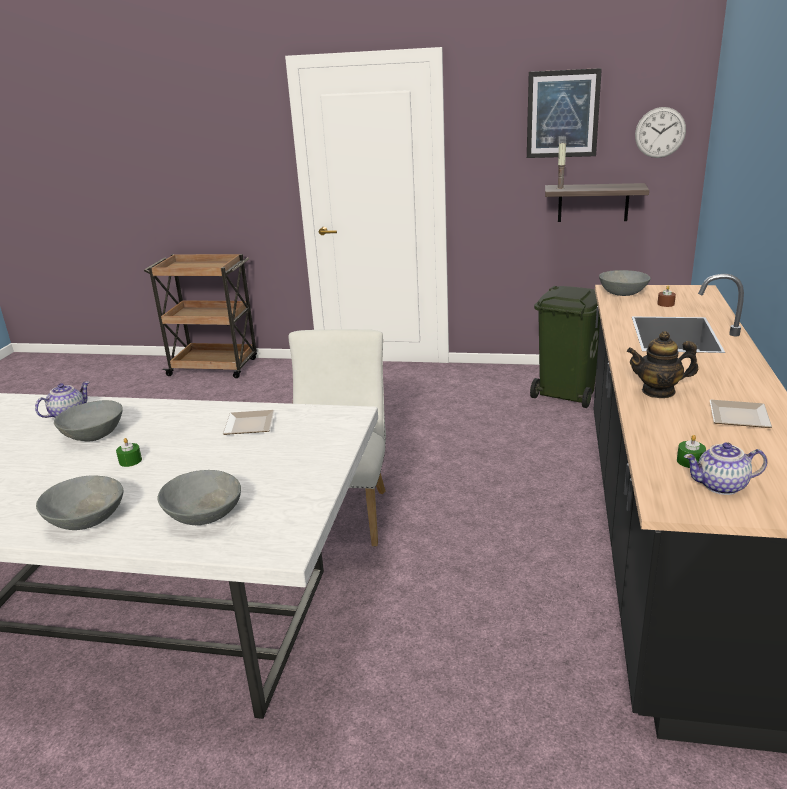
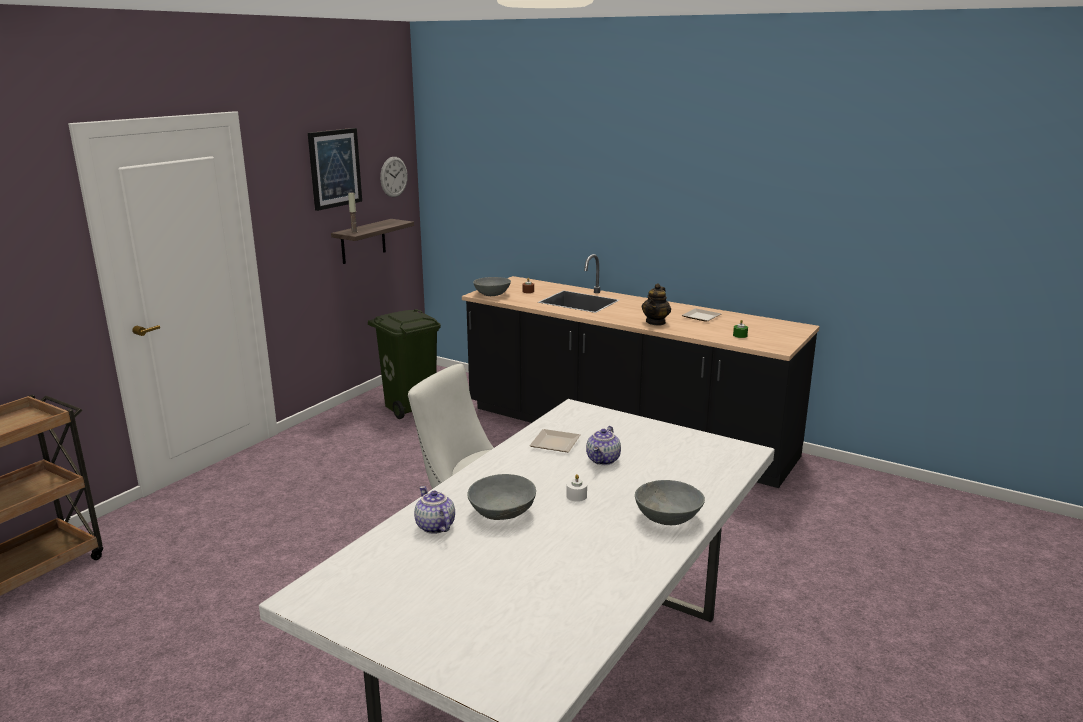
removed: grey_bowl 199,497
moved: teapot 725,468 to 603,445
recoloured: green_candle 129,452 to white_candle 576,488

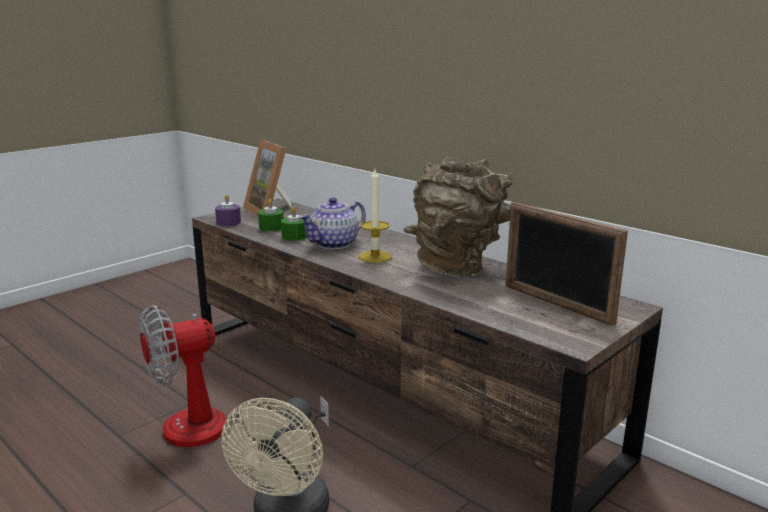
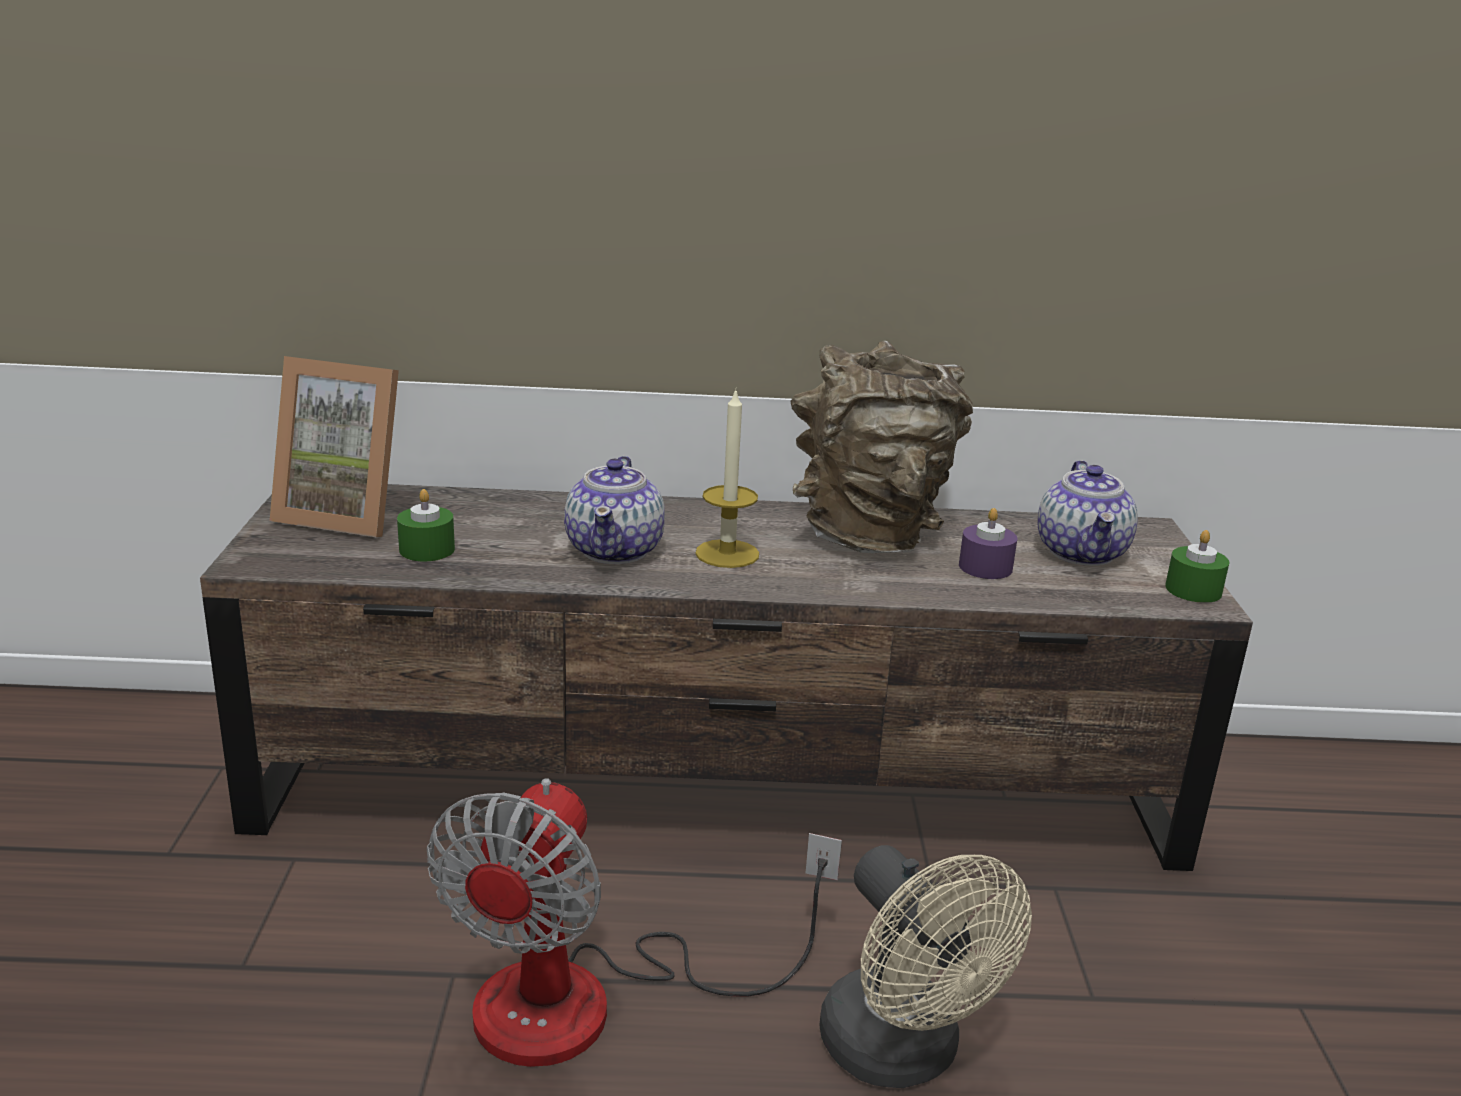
moved: purple_candle 228,210 to 988,543; green_candle 294,224 to 1197,566
replaced: picture_frame 567,264 to teapot 1088,513

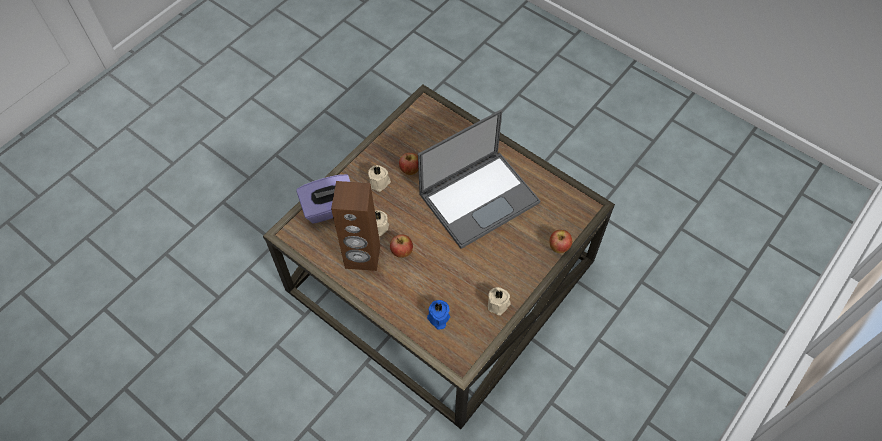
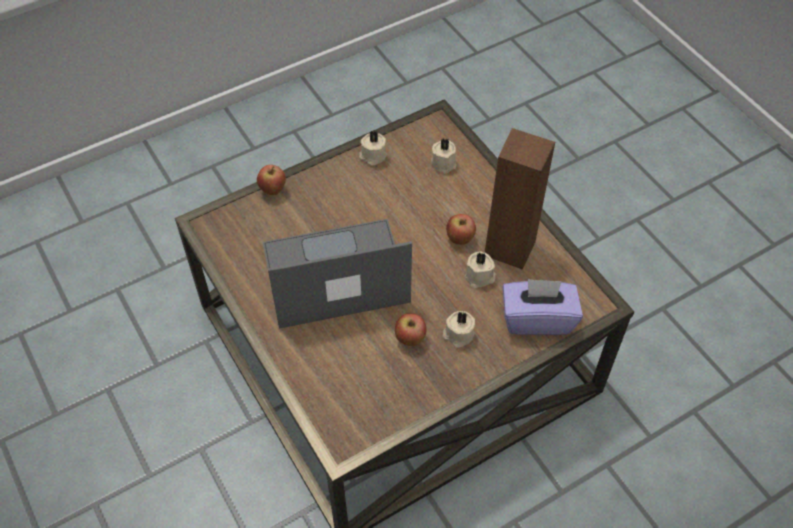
recoloured: blue_candle 438,314 to beige_candle 444,155

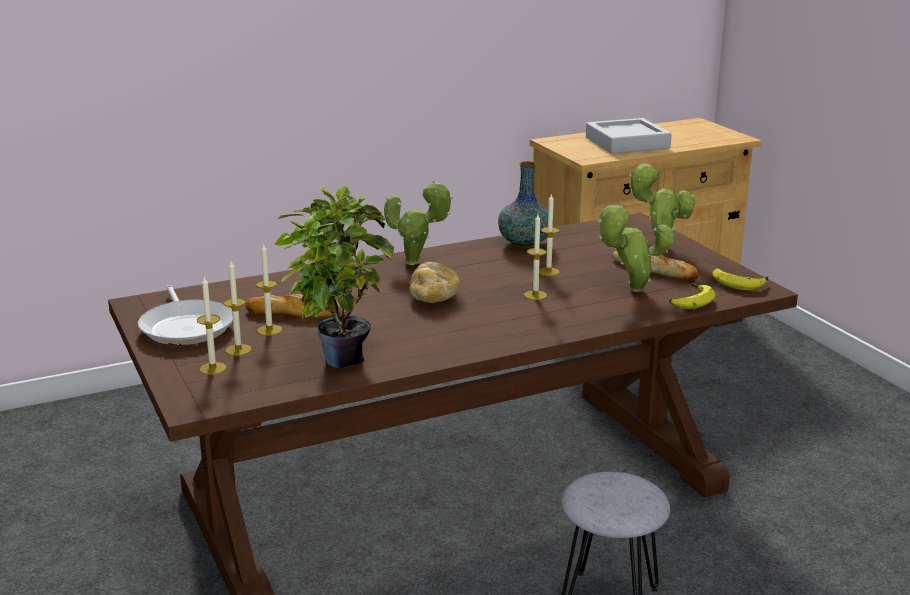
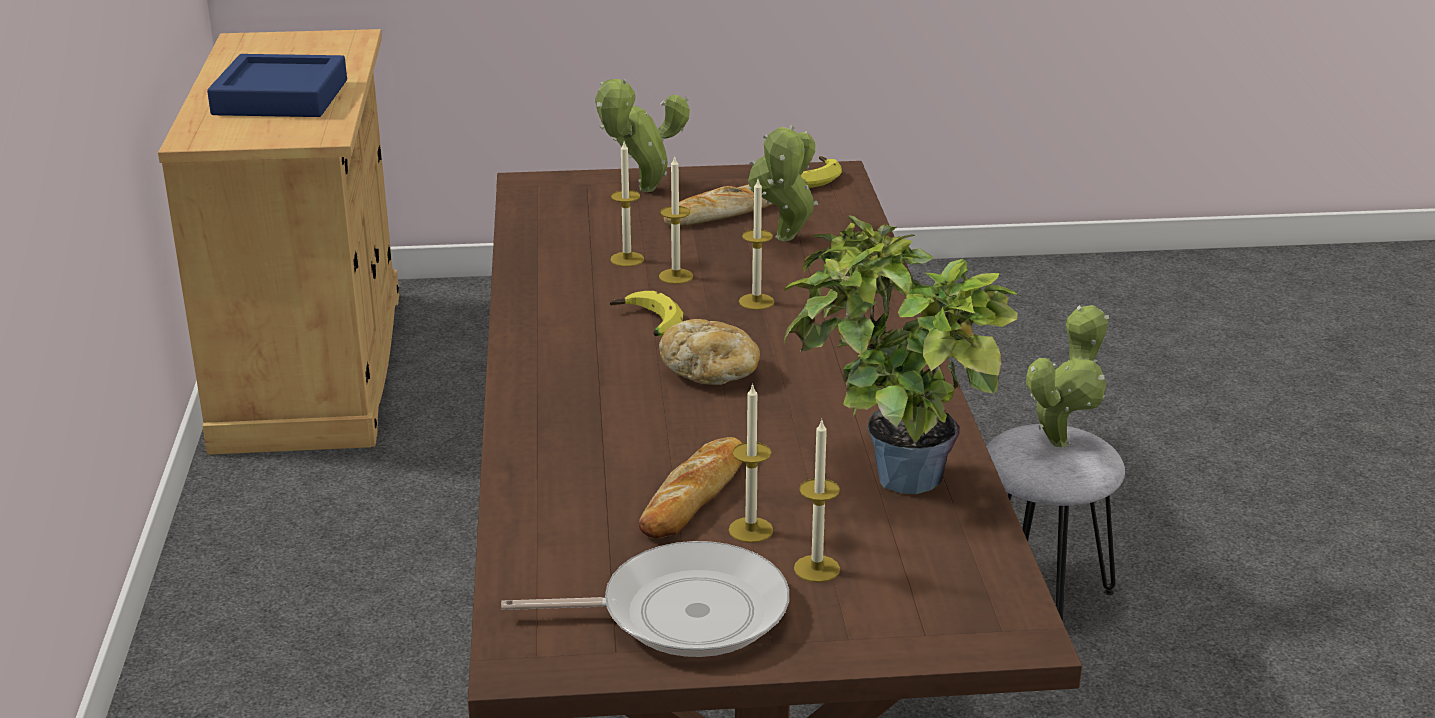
removed: vase 523,204
moved: potted_plant 418,222 to 1067,376; candle 212,325 to 627,204; banana 692,296 to 646,313
recoloured: grey_tray 629,136 to blue_tray 277,85

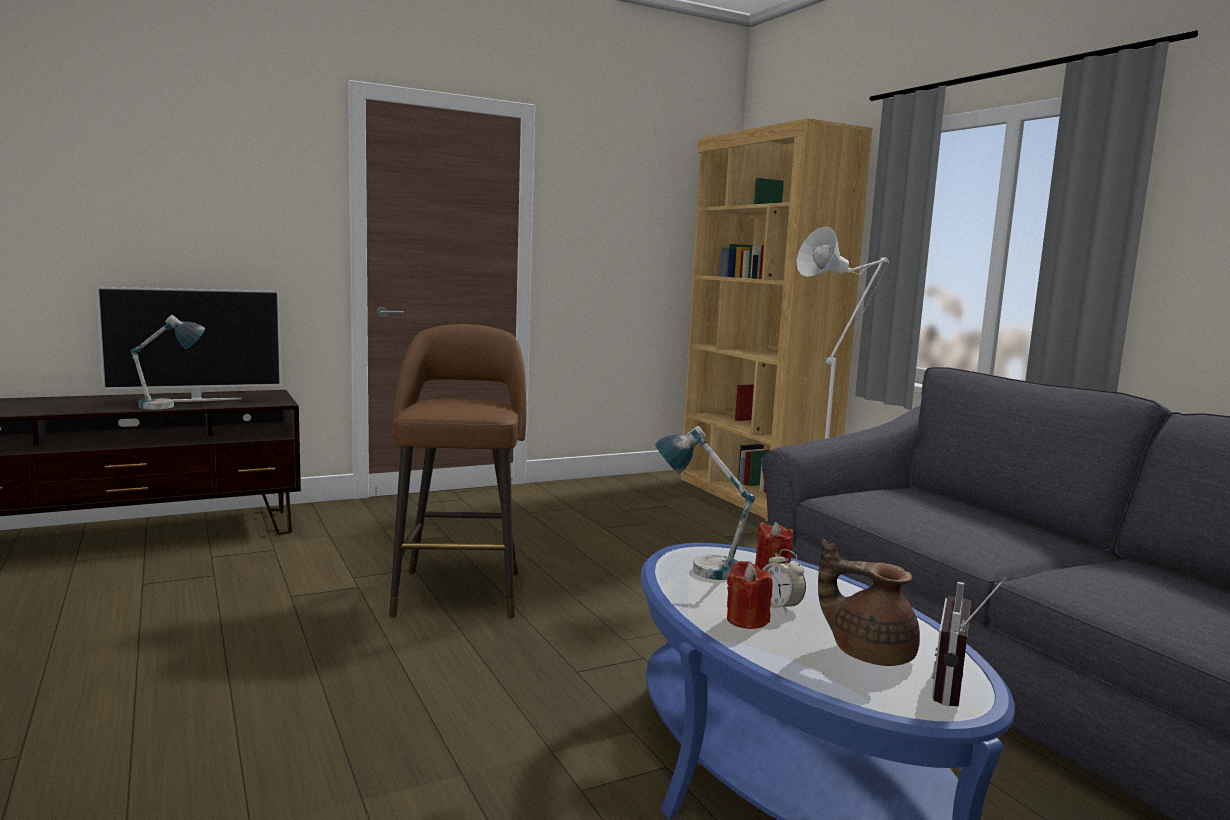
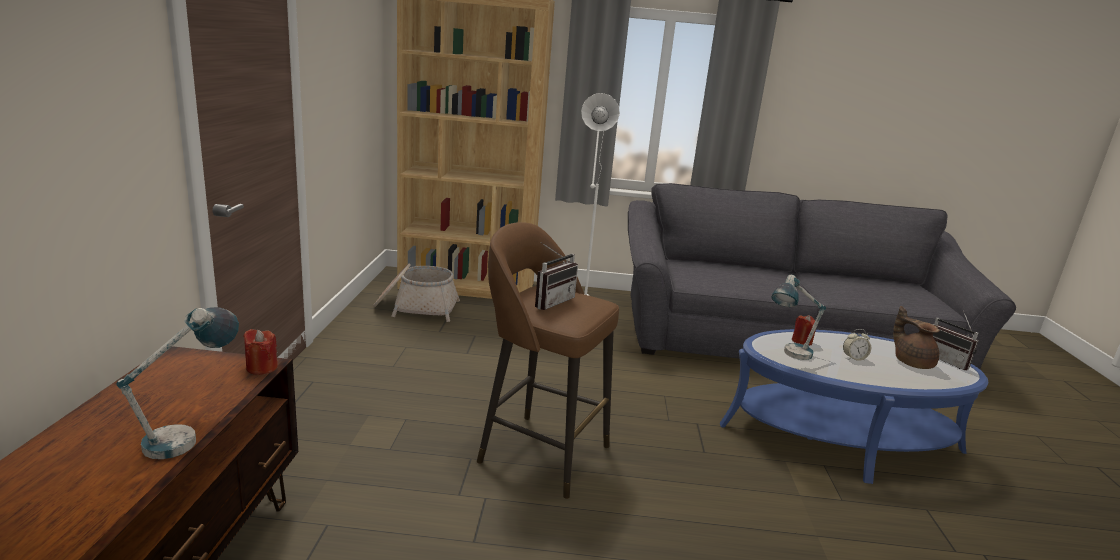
removed: television 189,344
added: radio 556,276; basket 416,293
moved: red_candle 750,595 to 260,352
turned: brown_teapot 869,602 = 916,337 90 degrees clockwise

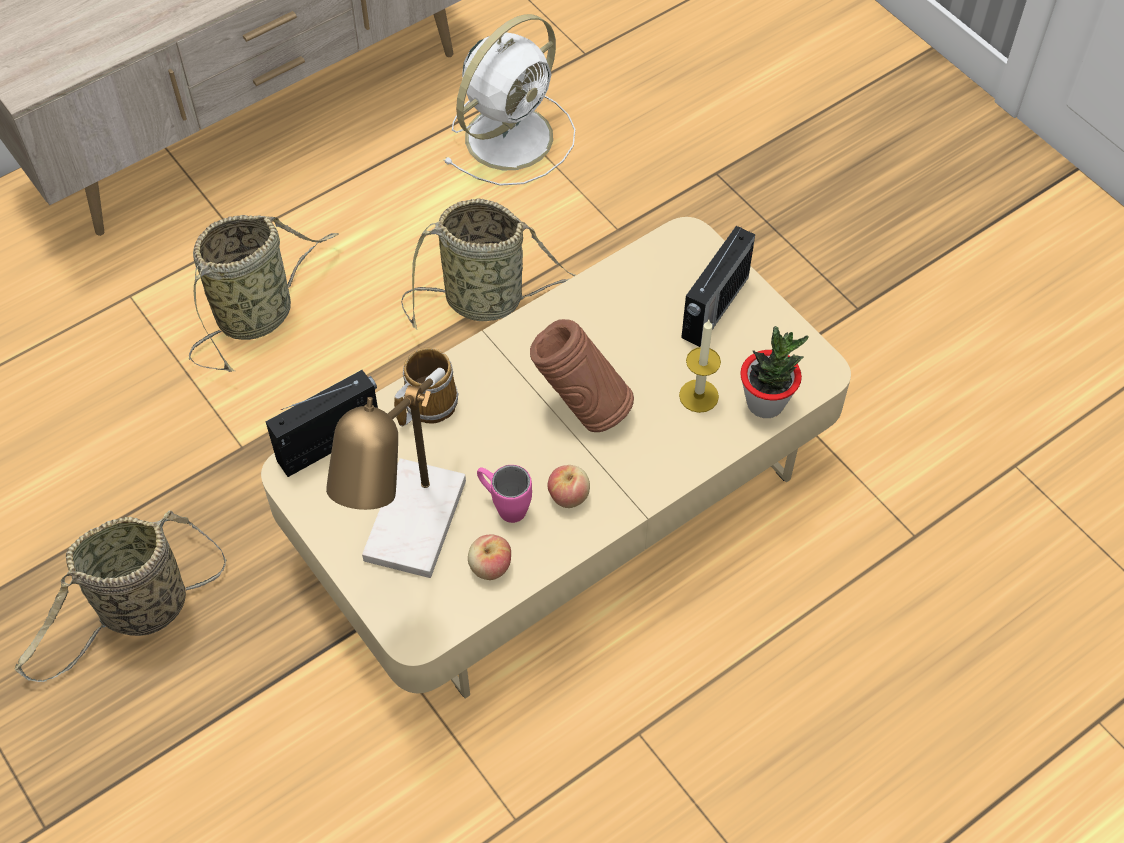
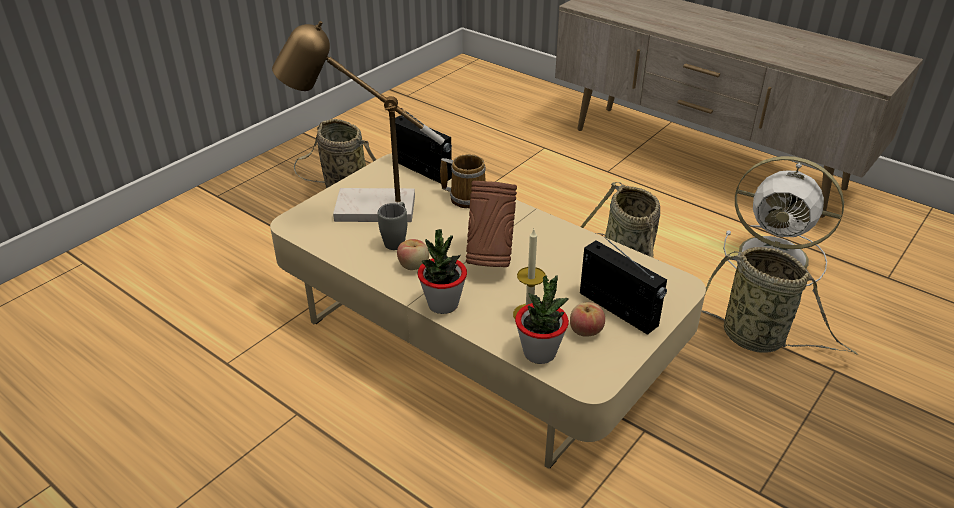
added: potted_plant 442,271
moved: basket 264,293 to 779,301; apple 489,557 to 587,319
recoloured: pink_mug 504,494 to grey_mug 392,226
turned: radio 718,286 = 623,285 150 degrees counterclockwise

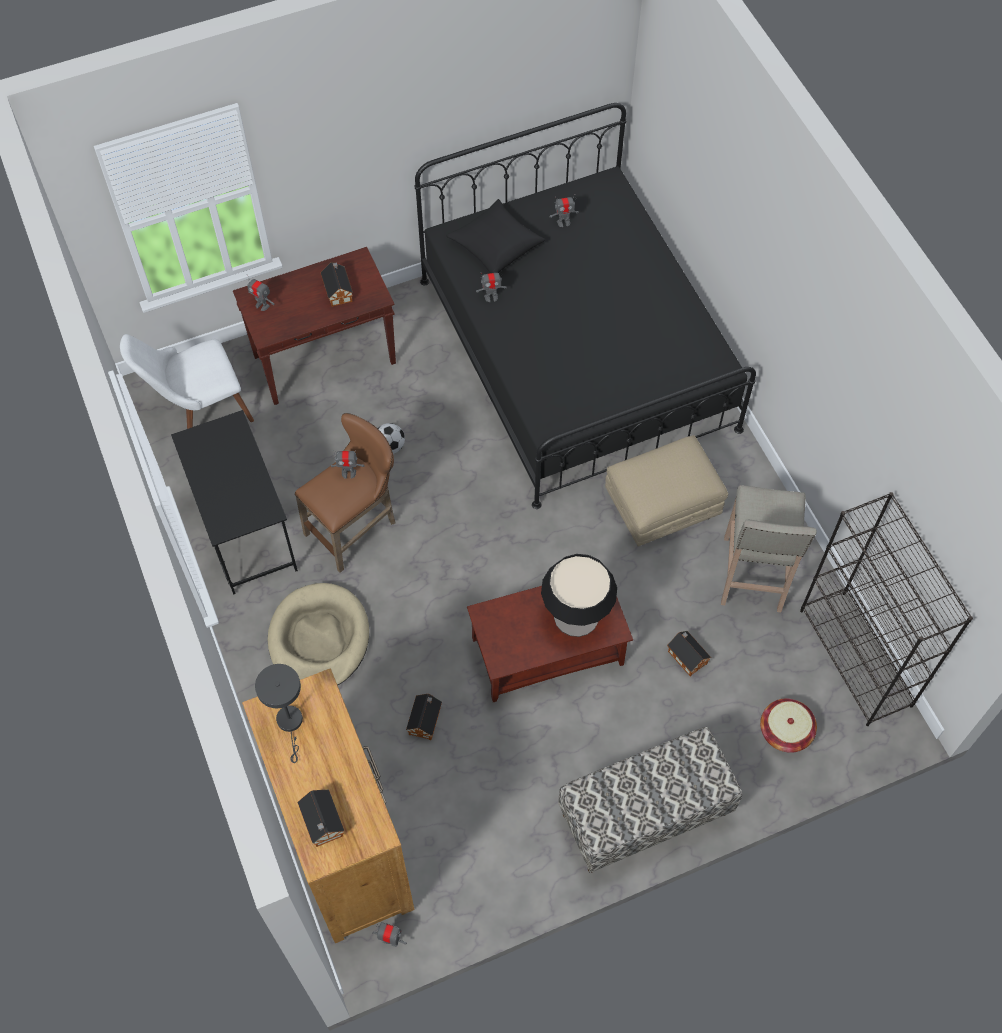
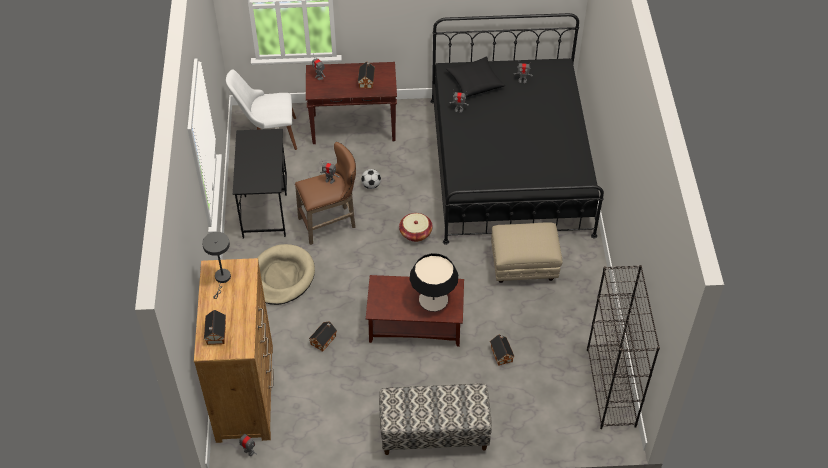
removed: beige_stool 768,548
moved: basket 788,725 to 416,227

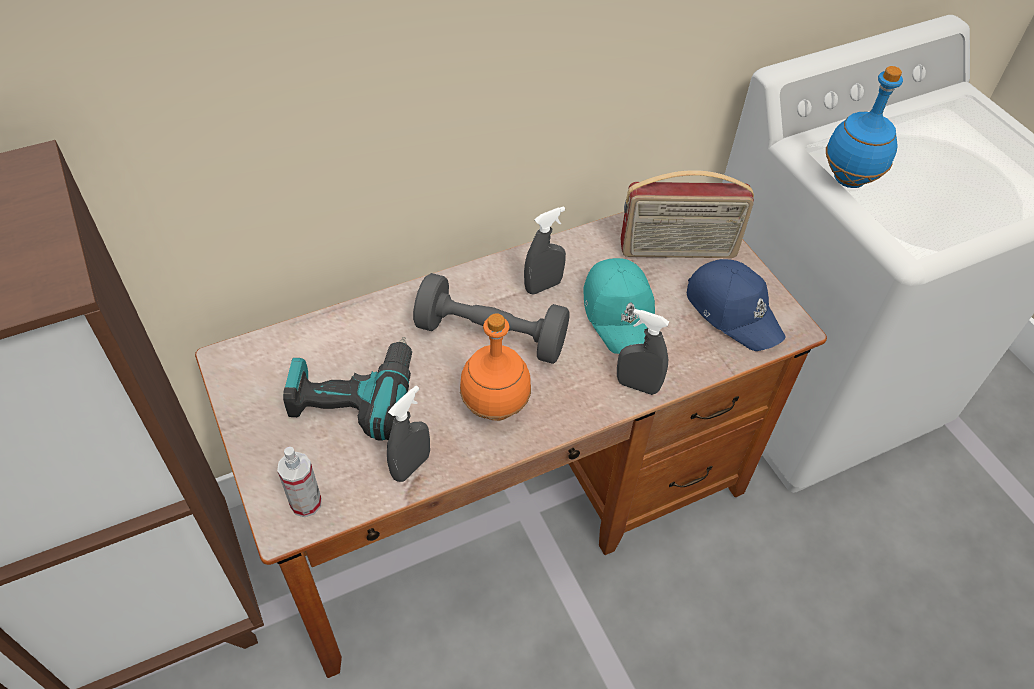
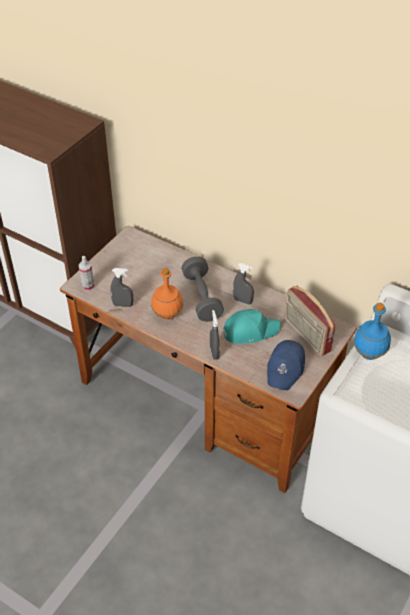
removed: power_drill 347,389
turned: turquoise_cap 619,306 = 252,326 150 degrees counterclockwise

